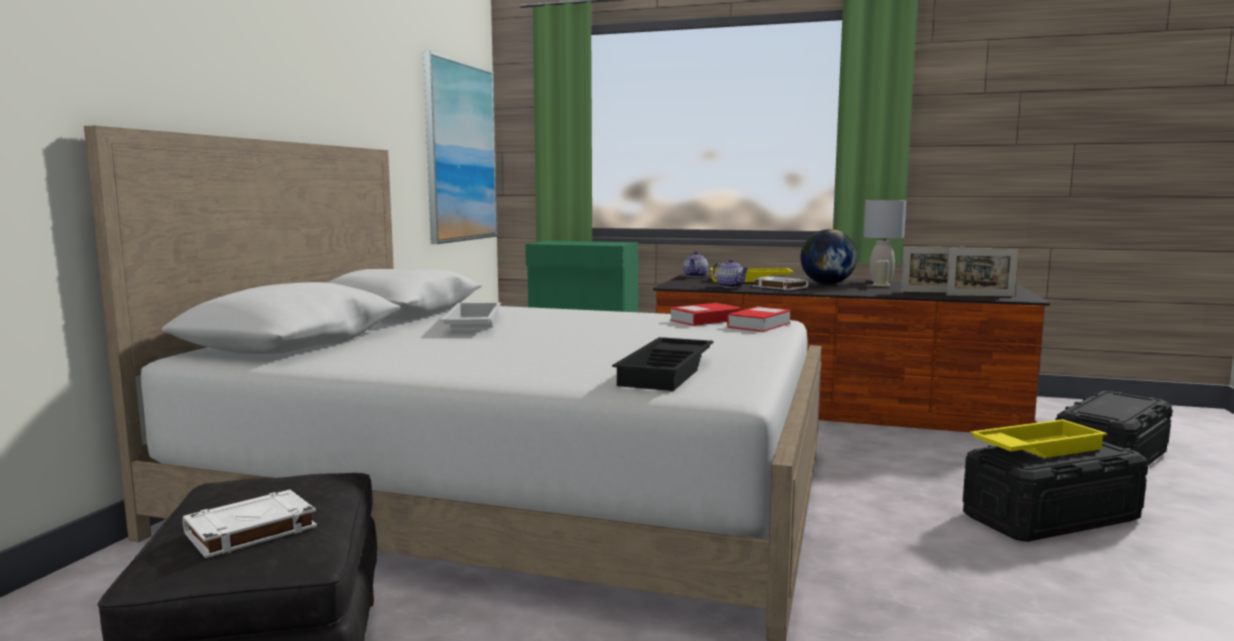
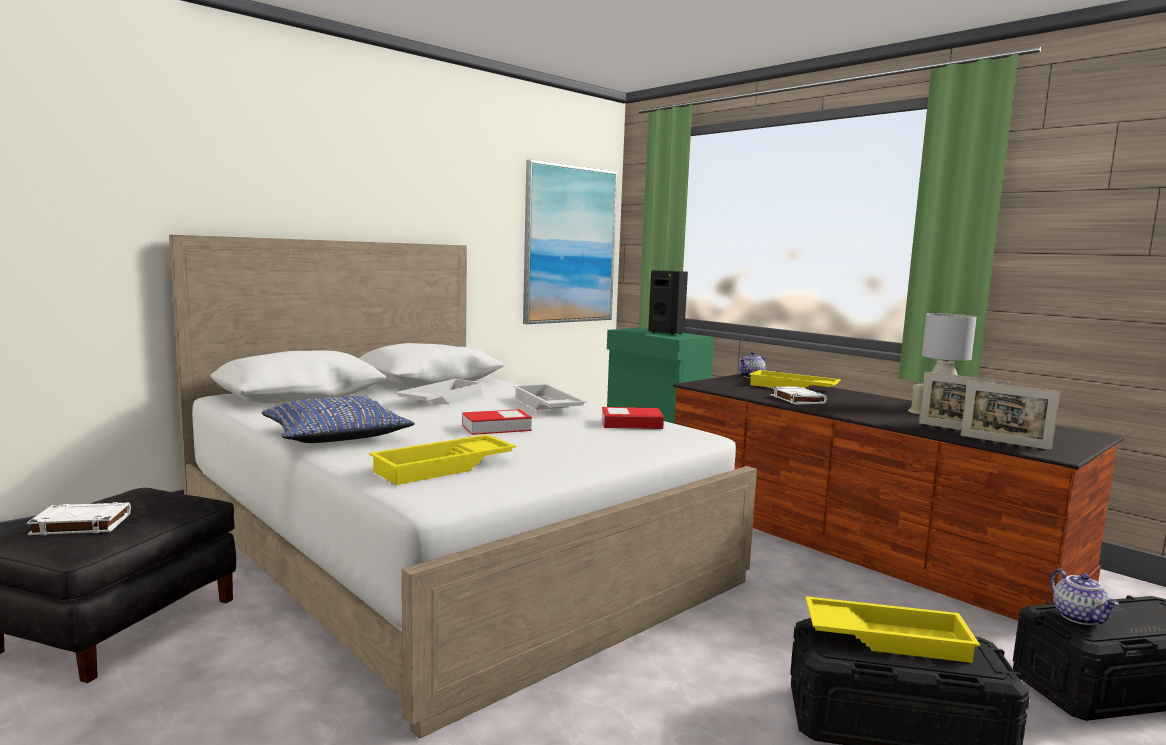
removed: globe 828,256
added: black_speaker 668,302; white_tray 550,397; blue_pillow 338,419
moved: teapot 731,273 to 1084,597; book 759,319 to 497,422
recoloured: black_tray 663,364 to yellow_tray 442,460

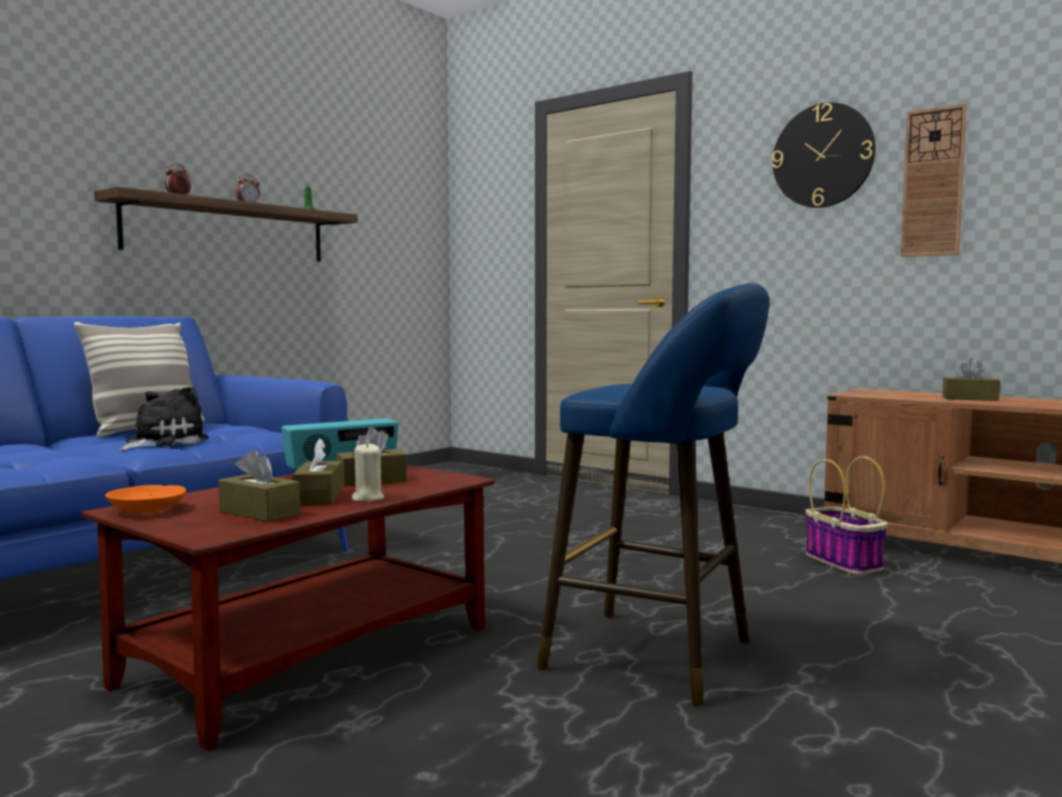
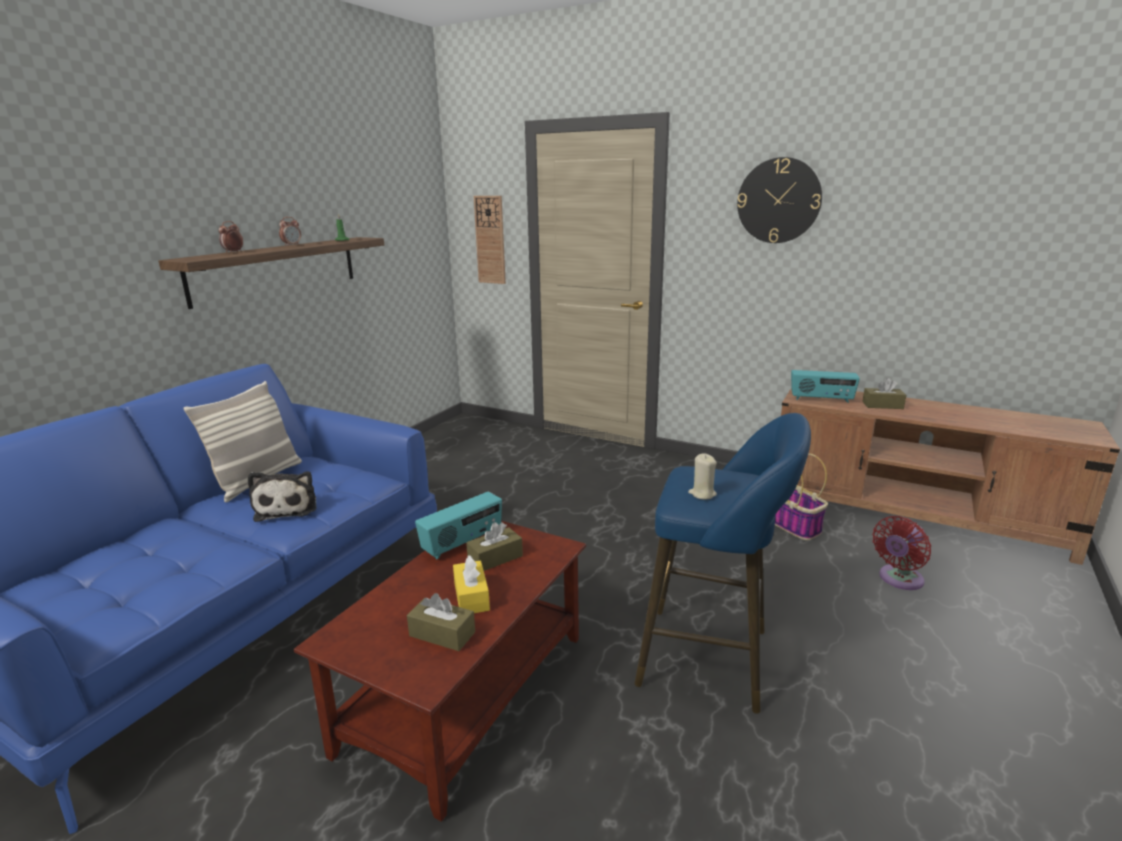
removed: orange_bowl 145,499
added: radio 825,386; red_fan 901,553
moved: wall_clock 933,180 to 490,240; beige_candle 368,472 to 702,476
recoloured: brown_tissue_box 317,471 to yellow_tissue_box 471,584
turned: plush_toy 164,418 = 282,496 150 degrees clockwise

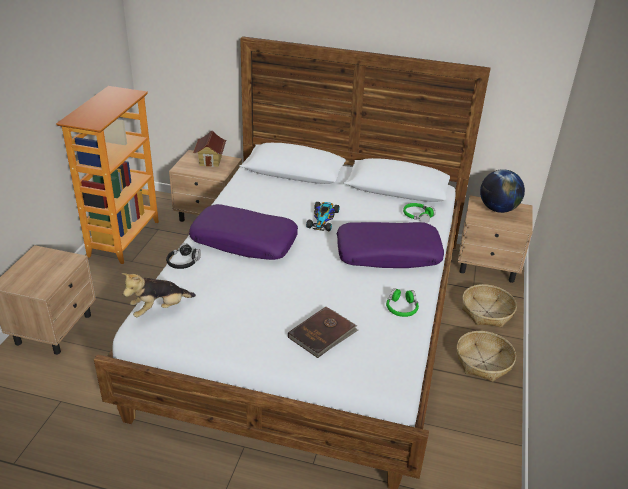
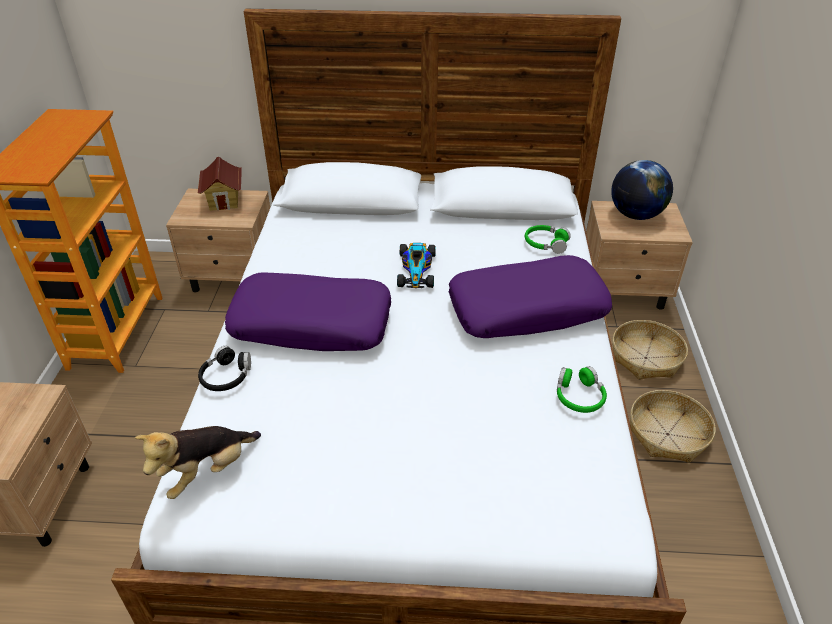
removed: brown_book 323,332

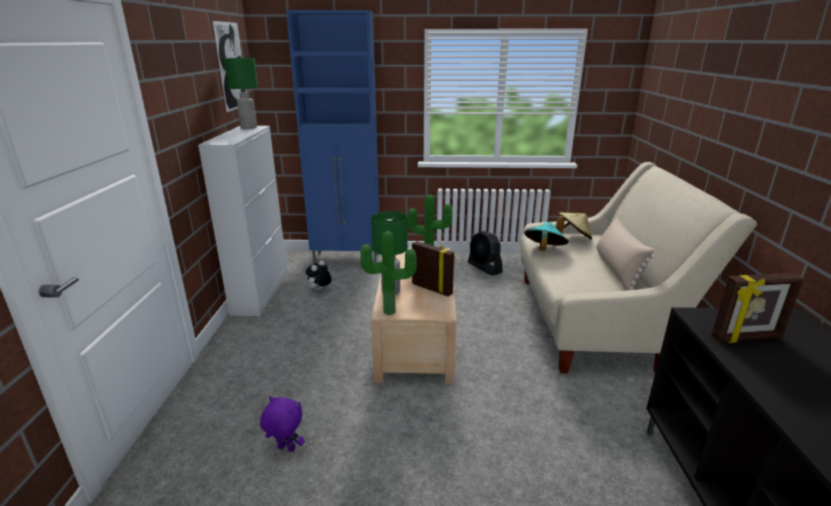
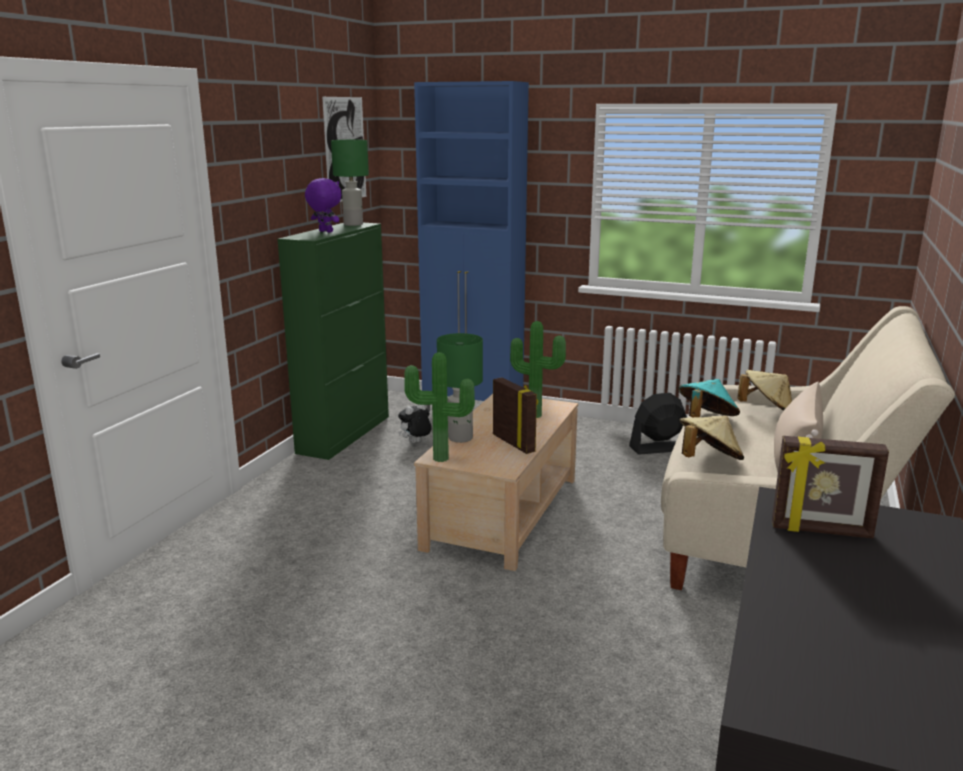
added: beige_hat 712,438
moved: purple_plush_toy 282,424 to 323,205
recoloured: white_cabinet 242,221 to green_cabinet 333,341
turned: black_fan 485,253 = 658,424 90 degrees clockwise

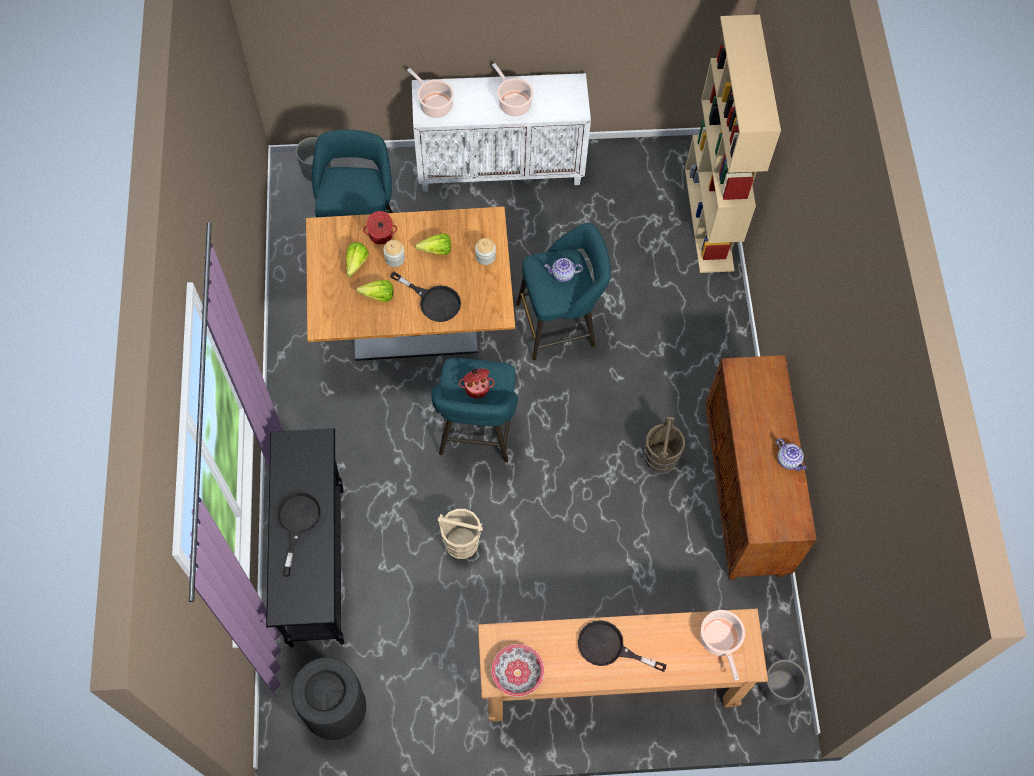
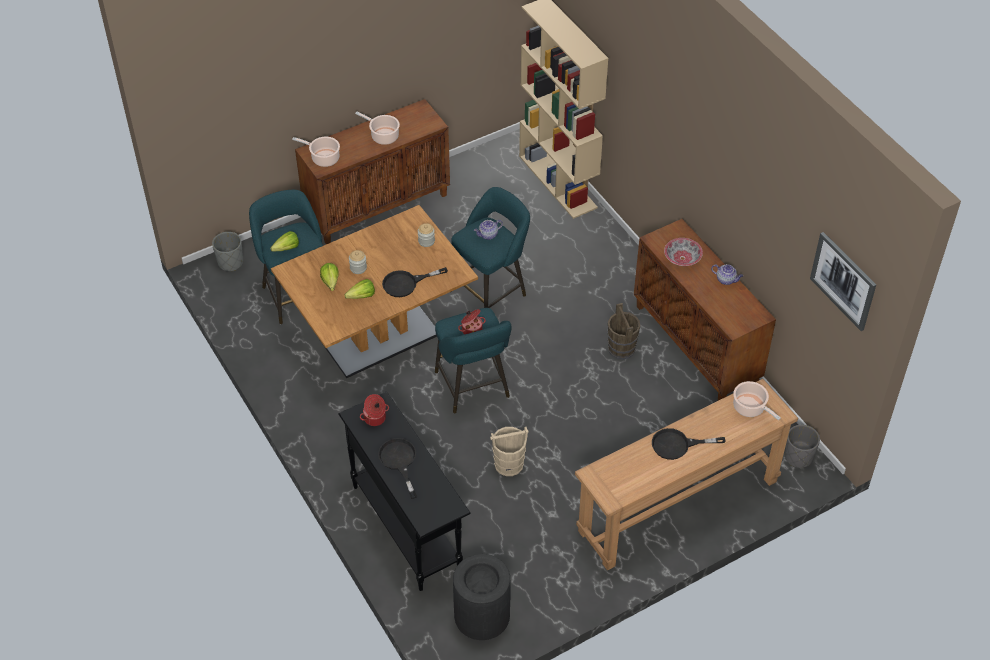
added: picture 843,281
moved: cooking_pot 380,227 to 374,410; lettuce 433,244 to 284,241; bowl 517,670 to 683,252
recoloured: white_cabinet 501,132 to brown_cabinet 372,171
turned: black_frying_pan 425,297 = 415,282 150 degrees clockwise

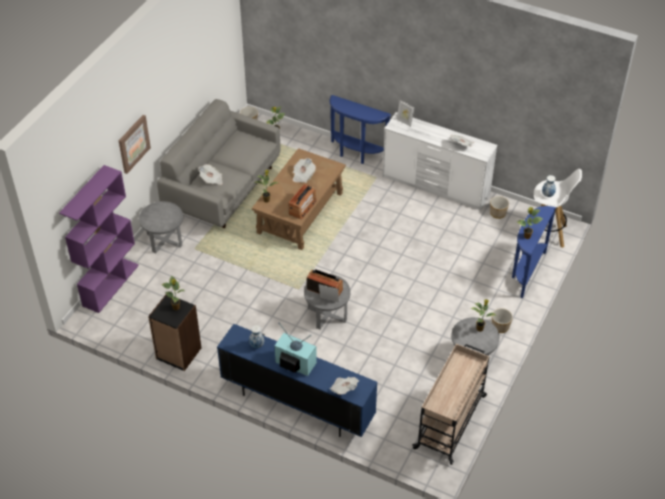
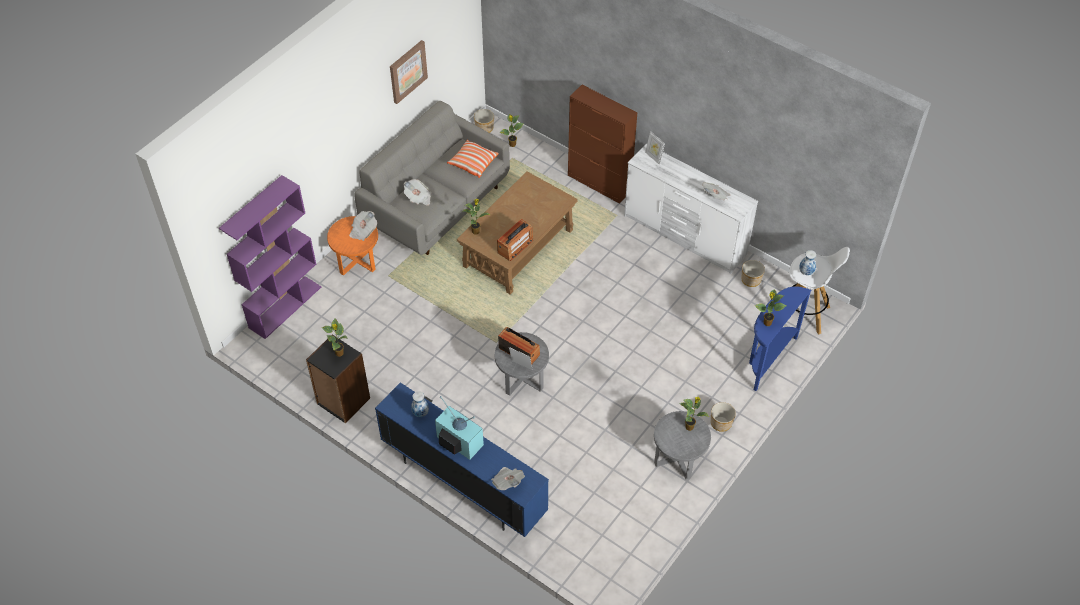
removed: beige_cart 450,404
added: pillow 473,159
moved: picture 135,144 to 409,72; newspaper 304,170 to 363,226
replaced: blue_console_table 360,129 to brown_cabinet 602,144
recoloured: grey_side_table 161,227 to orange_side_table 352,245

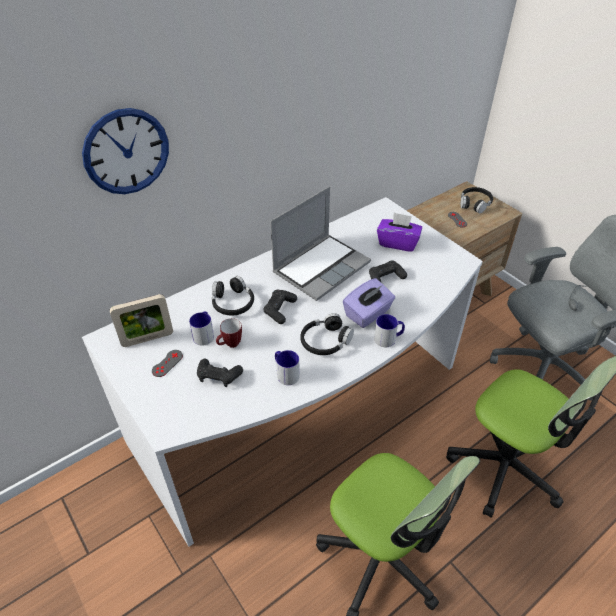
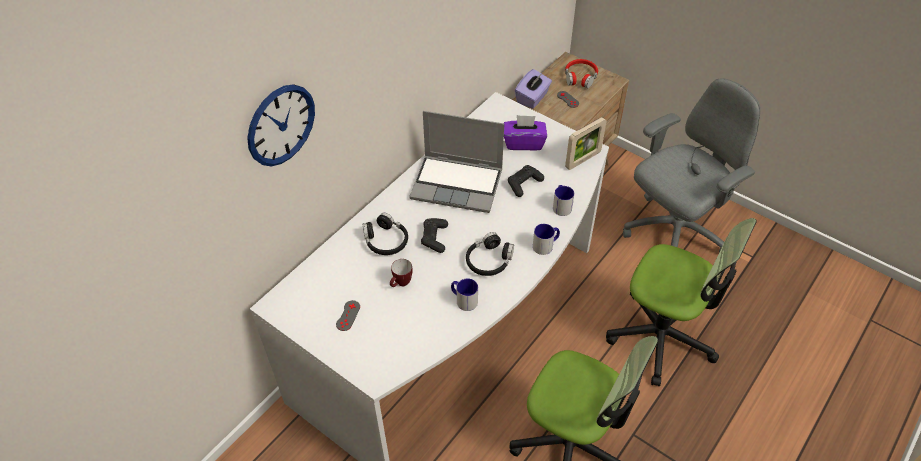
removed: black_game_controller 220,373
moved: purple_tissue_box 369,303 to 533,89; picture_frame 141,320 to 586,143; mug 201,329 to 563,200
recoloured: black_headphones 476,200 to red_headphones 581,73
turned: laptop 320,243 = 456,162 75 degrees clockwise

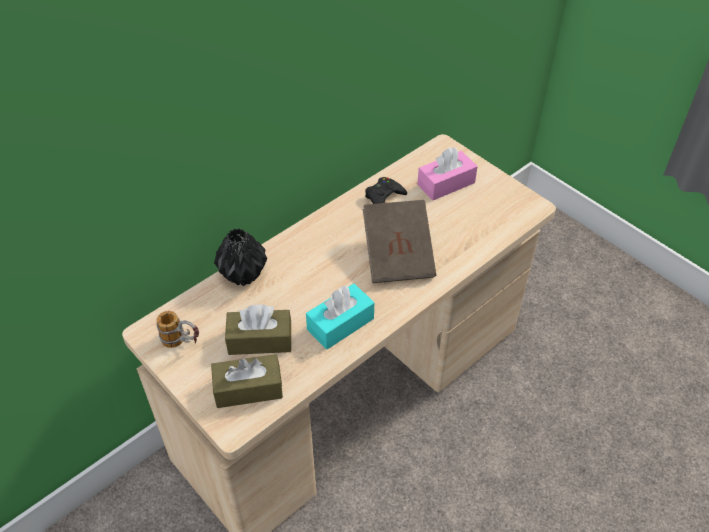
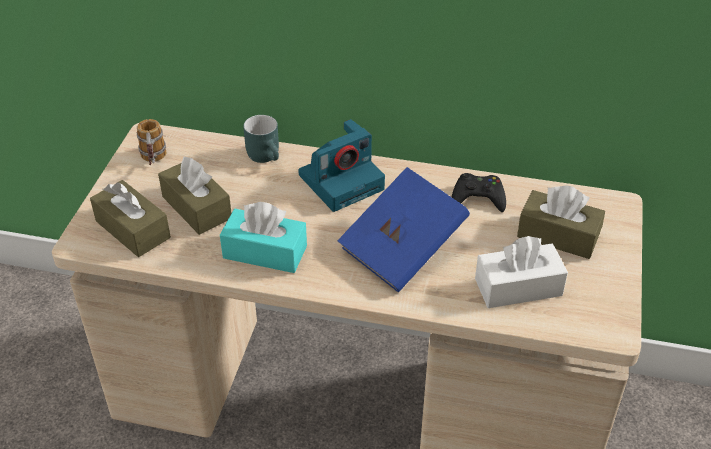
added: photo_camera 341,165; white_tissue_box 521,272
replaced: black_vase 240,257 to turquoise_mug 261,139
recoloured: pink_tissue_box 447,174 to brown_tissue_box 561,222; brown_book 399,241 to blue_book 403,229

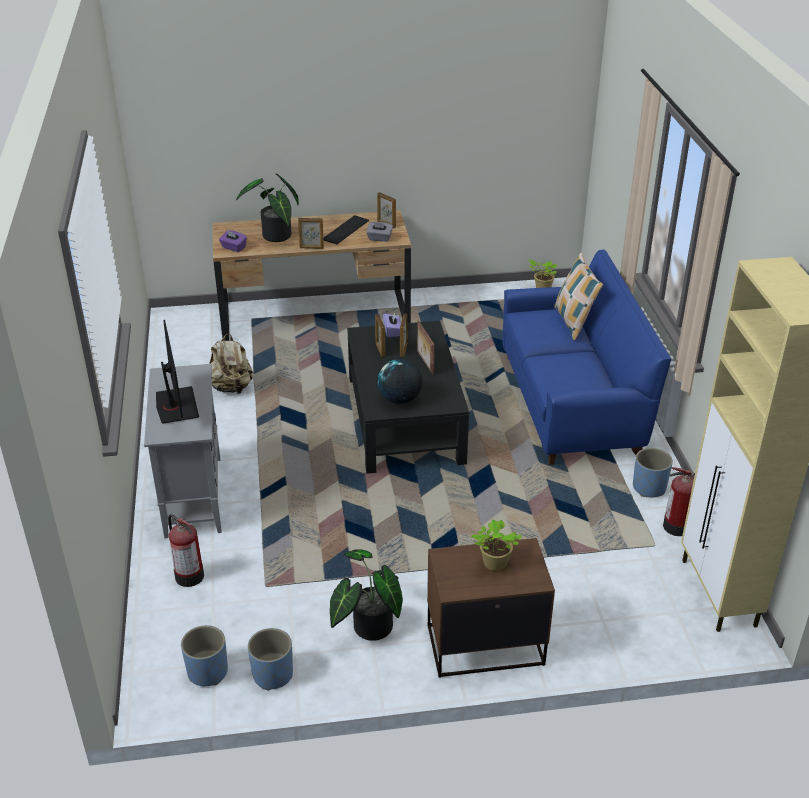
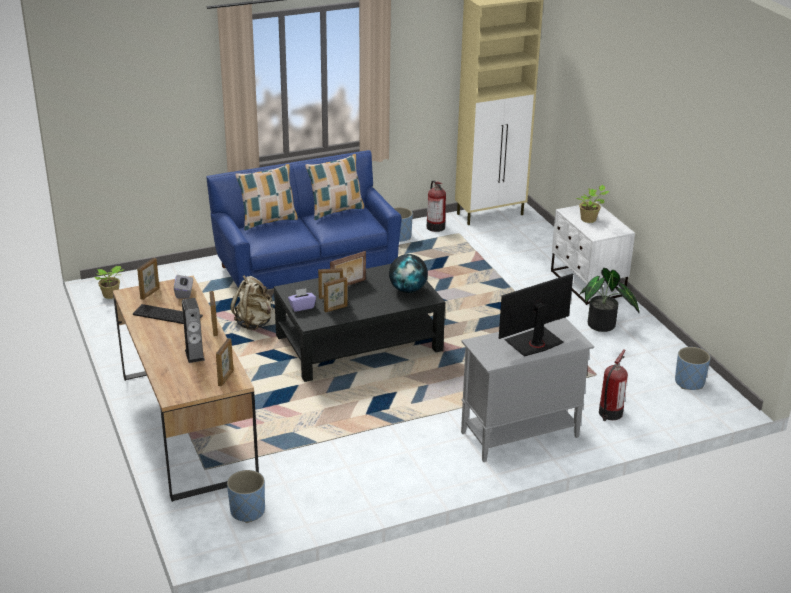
added: pillow 334,187
moved: beige_backpack 231,363 to 251,302; blue_planter 270,659 to 246,496
replaced: potted_plant 267,208 to speaker 193,330; purple_tissue_box 233,241 to picture_frame 224,362
recoloured: brown_nightstand 491,608 to white_nightstand 593,253

